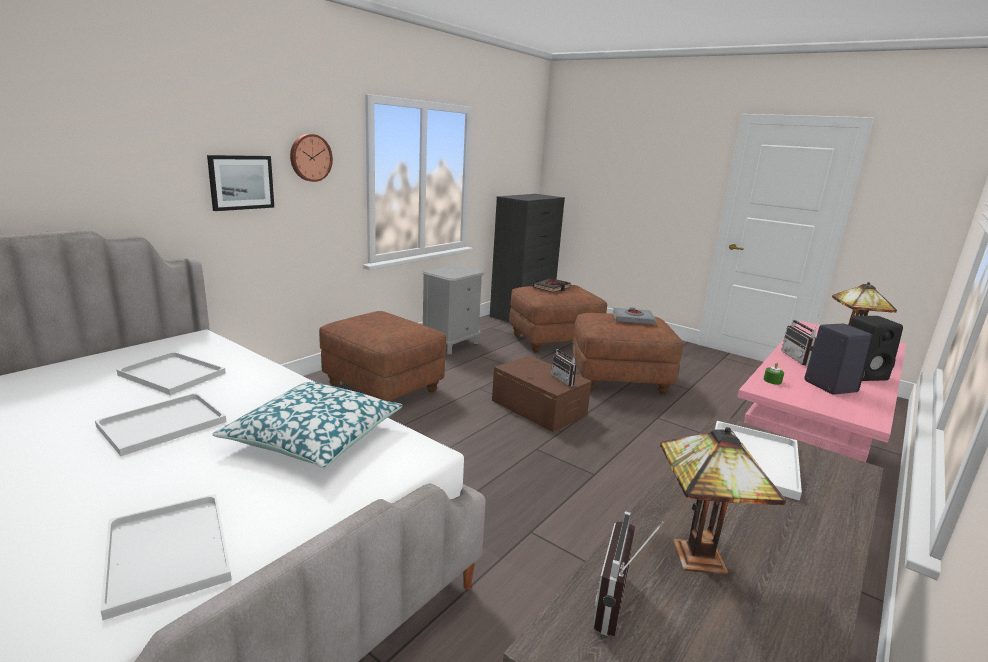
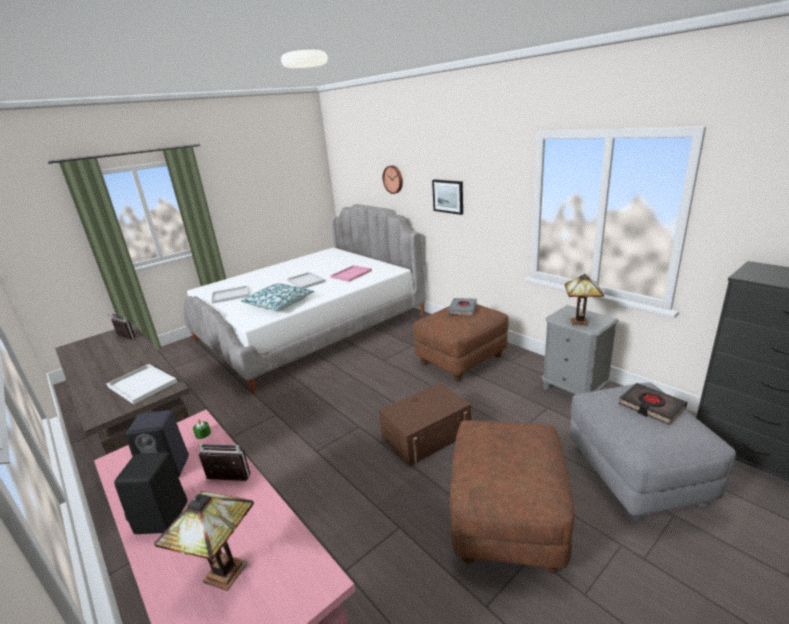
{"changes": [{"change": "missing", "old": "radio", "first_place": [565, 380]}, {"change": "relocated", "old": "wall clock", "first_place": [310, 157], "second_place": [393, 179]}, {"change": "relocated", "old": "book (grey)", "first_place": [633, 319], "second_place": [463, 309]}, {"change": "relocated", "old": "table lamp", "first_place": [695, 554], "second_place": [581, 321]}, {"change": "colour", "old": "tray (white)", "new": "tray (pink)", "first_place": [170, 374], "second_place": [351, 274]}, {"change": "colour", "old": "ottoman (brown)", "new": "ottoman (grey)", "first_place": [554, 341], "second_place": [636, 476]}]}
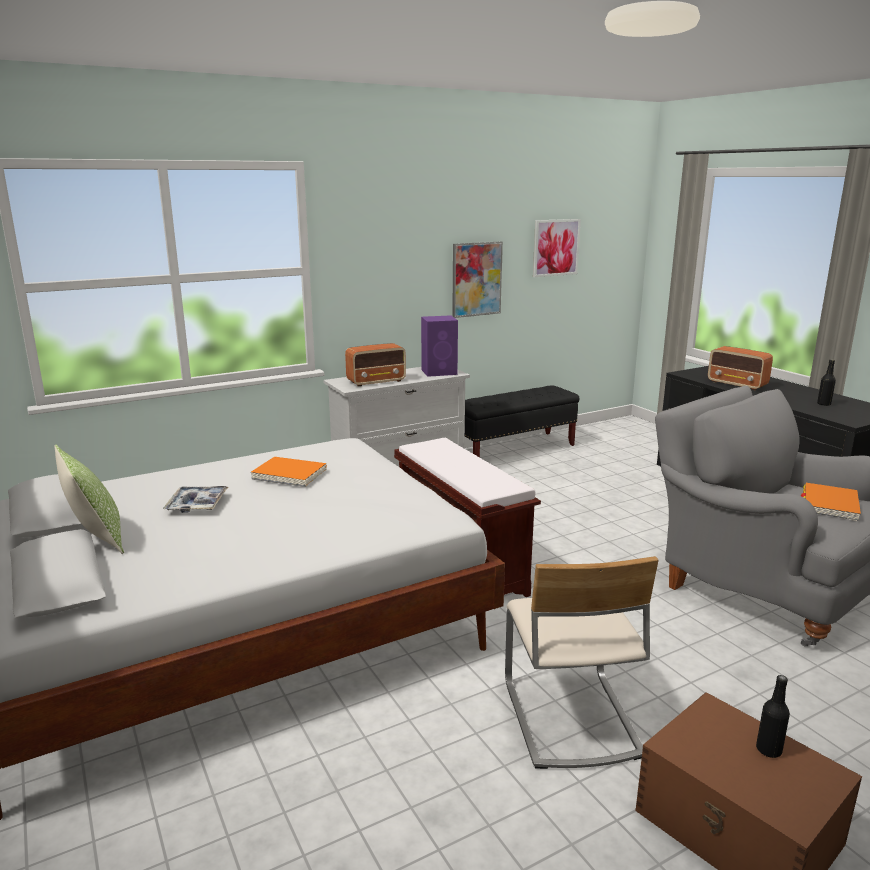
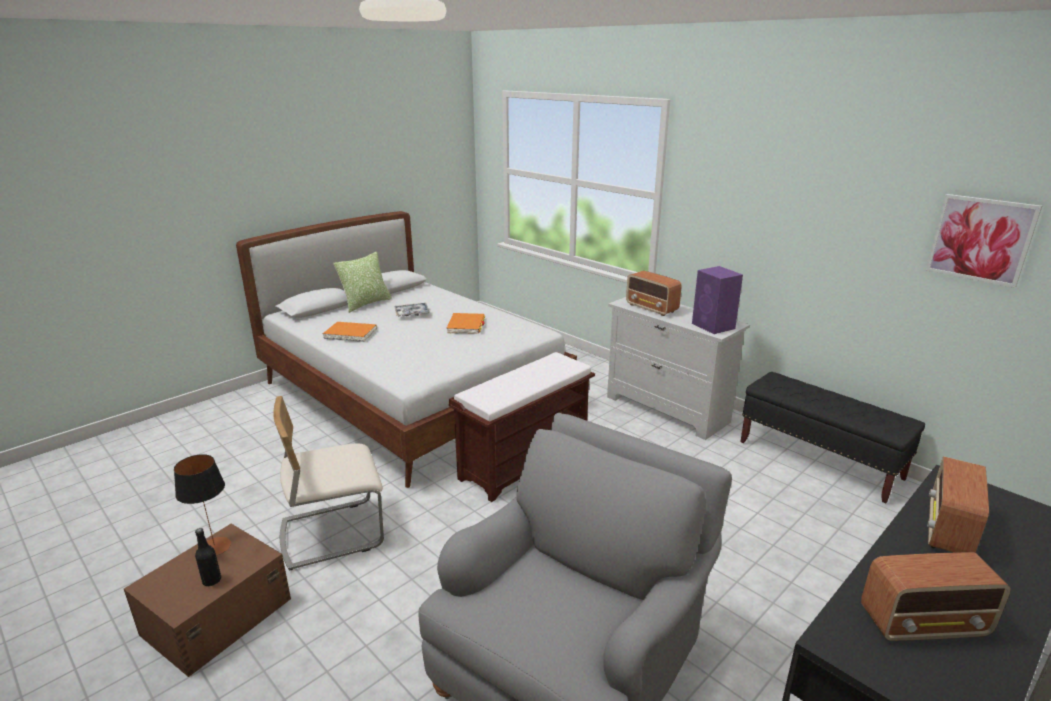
{"changes": [{"change": "missing", "old": "picture", "first_place": [476, 279]}, {"change": "appeared", "new": "table lamp", "second_place": [214, 547]}, {"change": "relocated", "old": "book (orange)", "first_place": [829, 504], "second_place": [350, 334]}, {"change": "exchanged", "old": "bottle (black)", "new": "radio", "first_place": [824, 404], "second_place": [924, 624]}]}
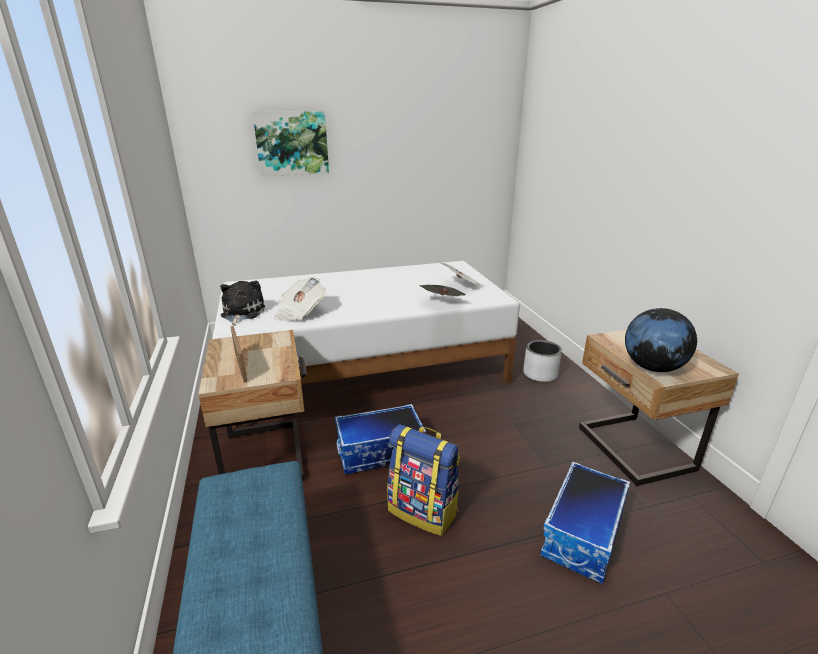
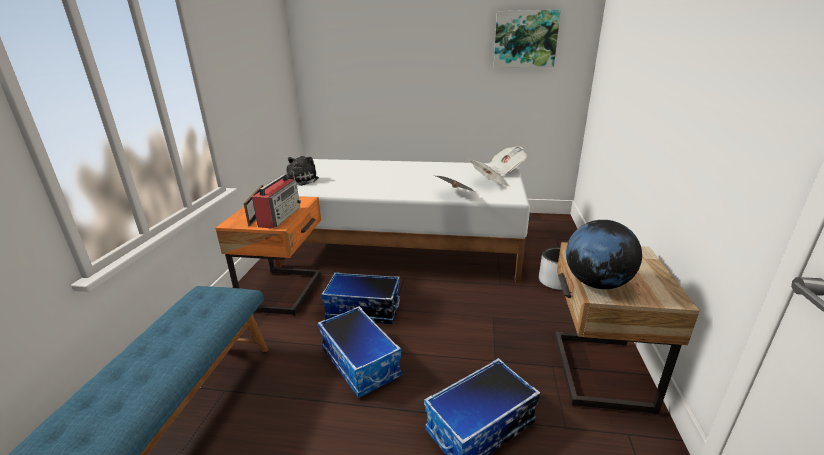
{"changes": [{"change": "appeared", "new": "radio", "second_place": [280, 216]}, {"change": "relocated", "old": "picture", "first_place": [292, 143], "second_place": [525, 39]}, {"change": "relocated", "old": "newspaper", "first_place": [299, 312], "second_place": [504, 171]}, {"change": "exchanged", "old": "backpack", "new": "storage box", "first_place": [424, 511], "second_place": [361, 363]}, {"change": "colour", "old": "nightstand (beige)", "new": "nightstand (orange)", "first_place": [268, 456], "second_place": [285, 292]}]}
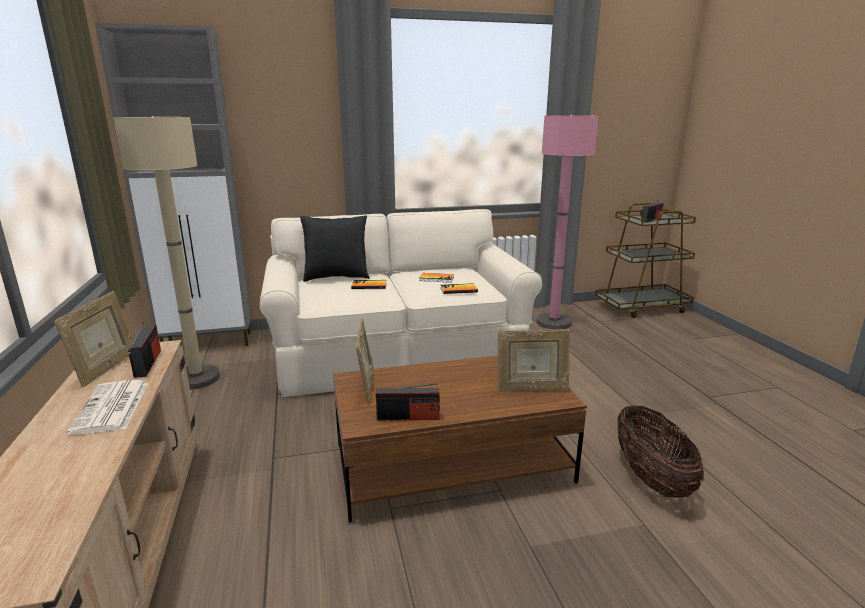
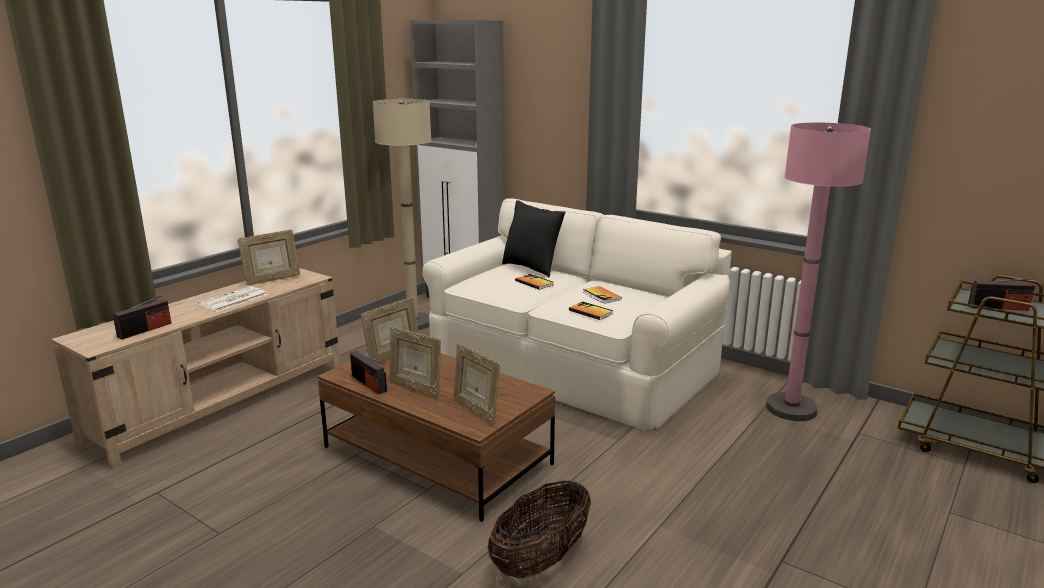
{"changes": [{"change": "appeared", "new": "picture frame", "second_place": [415, 388]}, {"change": "relocated", "old": "radio", "first_place": [148, 363], "second_place": [145, 330]}]}
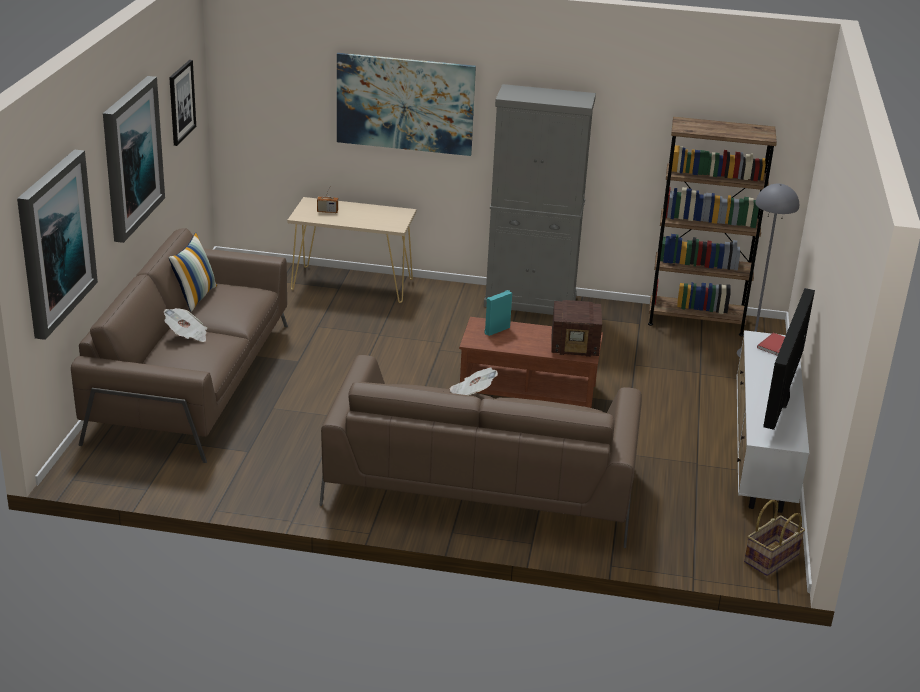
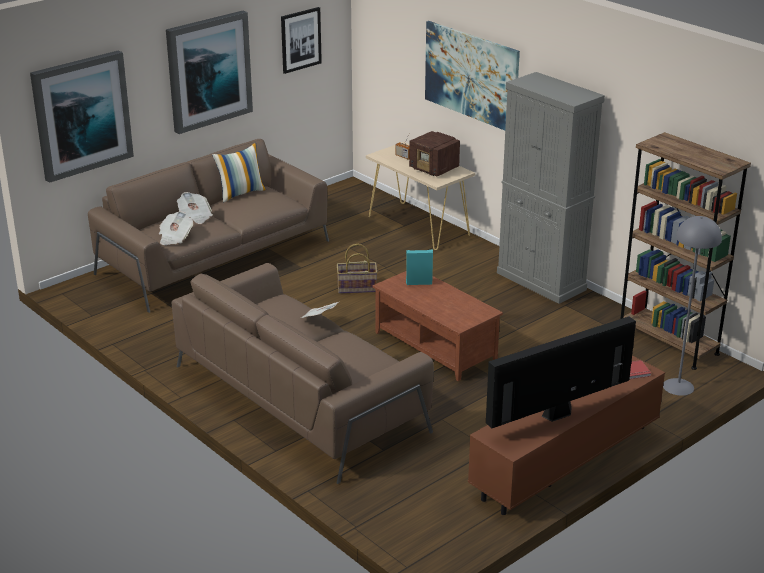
{"changes": [{"change": "appeared", "new": "newspaper", "second_place": [175, 238]}, {"change": "relocated", "old": "radio", "first_place": [575, 347], "second_place": [434, 169]}, {"change": "relocated", "old": "basket", "first_place": [772, 559], "second_place": [357, 288]}, {"change": "colour", "old": "tv stand (white)", "new": "tv stand (brown)", "first_place": [761, 449], "second_place": [564, 462]}]}
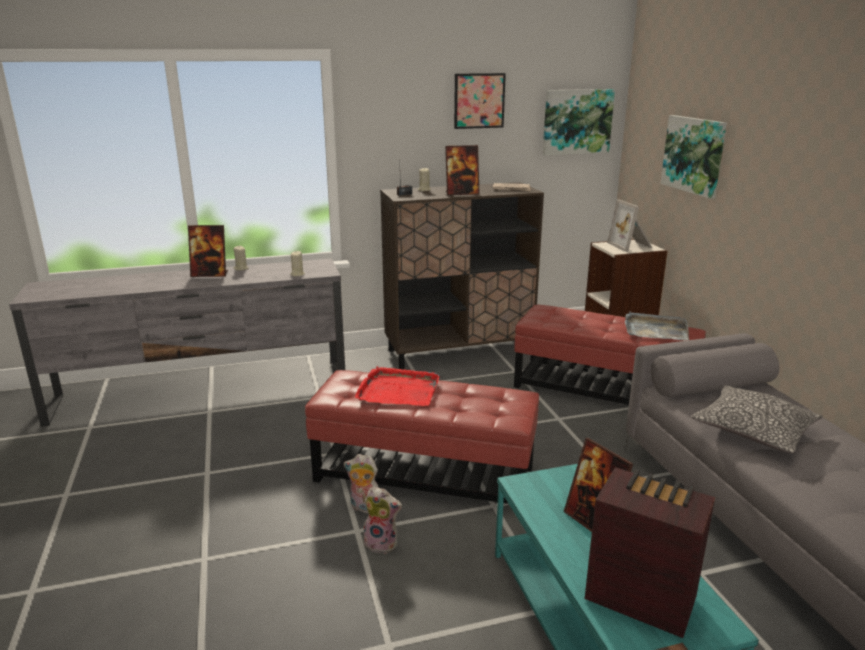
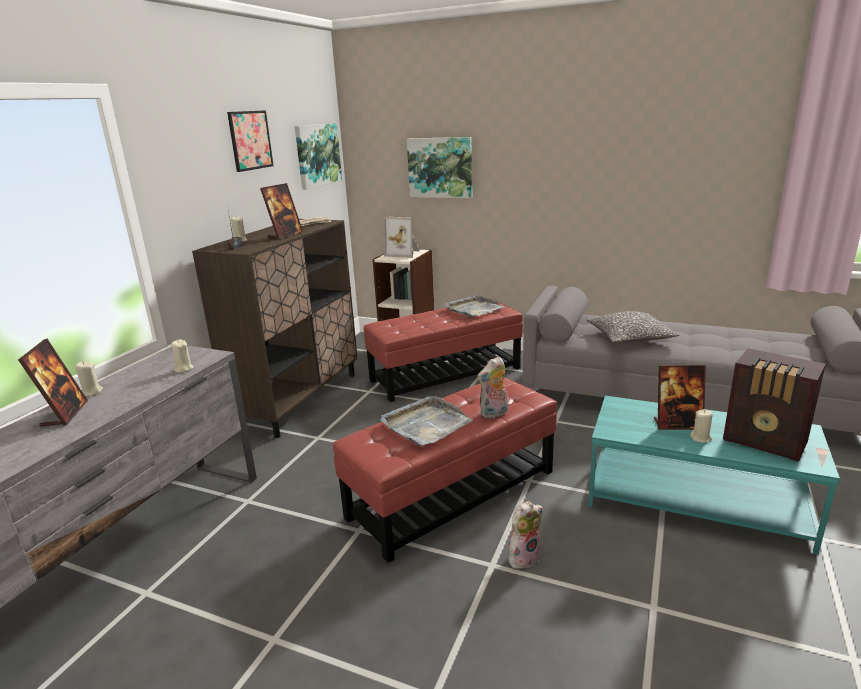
{"changes": [{"change": "appeared", "new": "candle (beige)", "second_place": [700, 438]}, {"change": "relocated", "old": "plush toy", "first_place": [364, 508], "second_place": [494, 414]}, {"change": "colour", "old": "tray (red)", "new": "tray (grey)", "first_place": [398, 390], "second_place": [426, 424]}, {"change": "spun", "old": "picture frame", "first_place": [210, 274], "second_place": [64, 414], "degrees": -45}, {"change": "spun", "old": "radio", "first_place": [638, 596], "second_place": [766, 442], "degrees": -120}]}
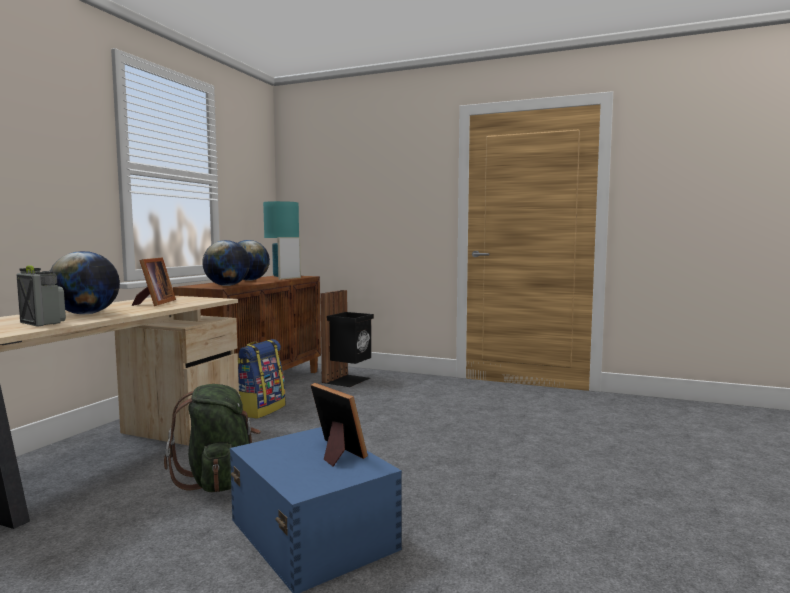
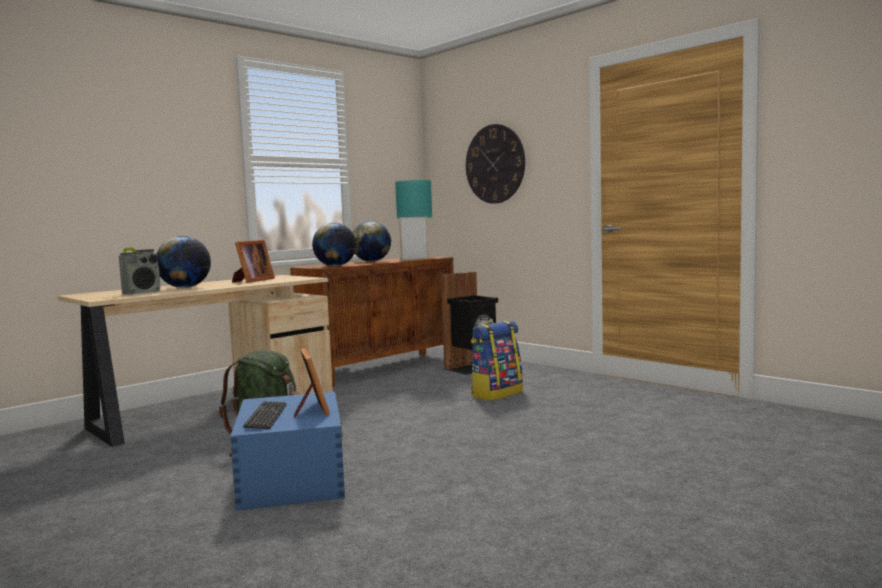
{"changes": [{"change": "appeared", "new": "keyboard", "second_place": [266, 417]}, {"change": "appeared", "new": "wall clock", "second_place": [495, 164]}, {"change": "relocated", "old": "backpack", "first_place": [261, 410], "second_place": [496, 394]}, {"change": "spun", "old": "radio", "first_place": [42, 323], "second_place": [142, 293], "degrees": 75}]}
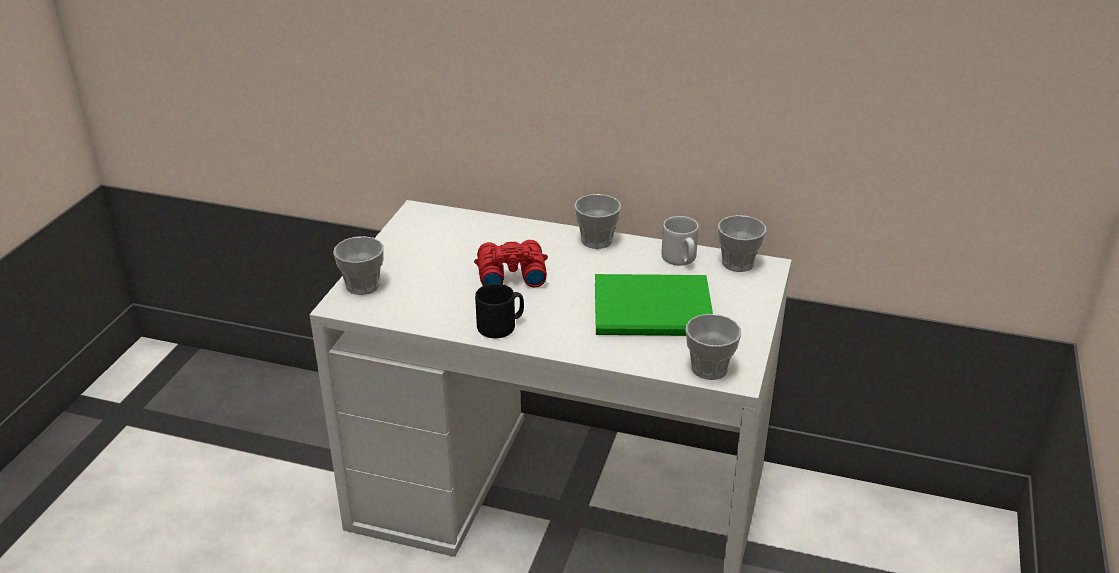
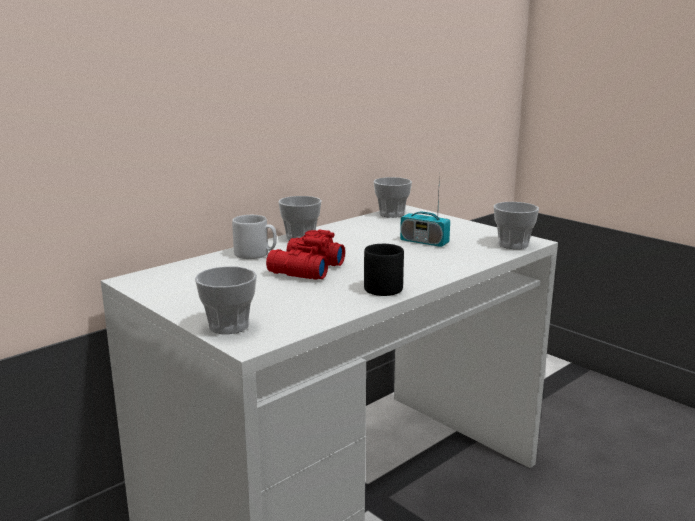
{"changes": [{"change": "relocated", "old": "mug (grey)", "first_place": [680, 259], "second_place": [255, 254]}, {"change": "exchanged", "old": "book (green)", "new": "radio", "first_place": [656, 311], "second_place": [424, 242]}]}
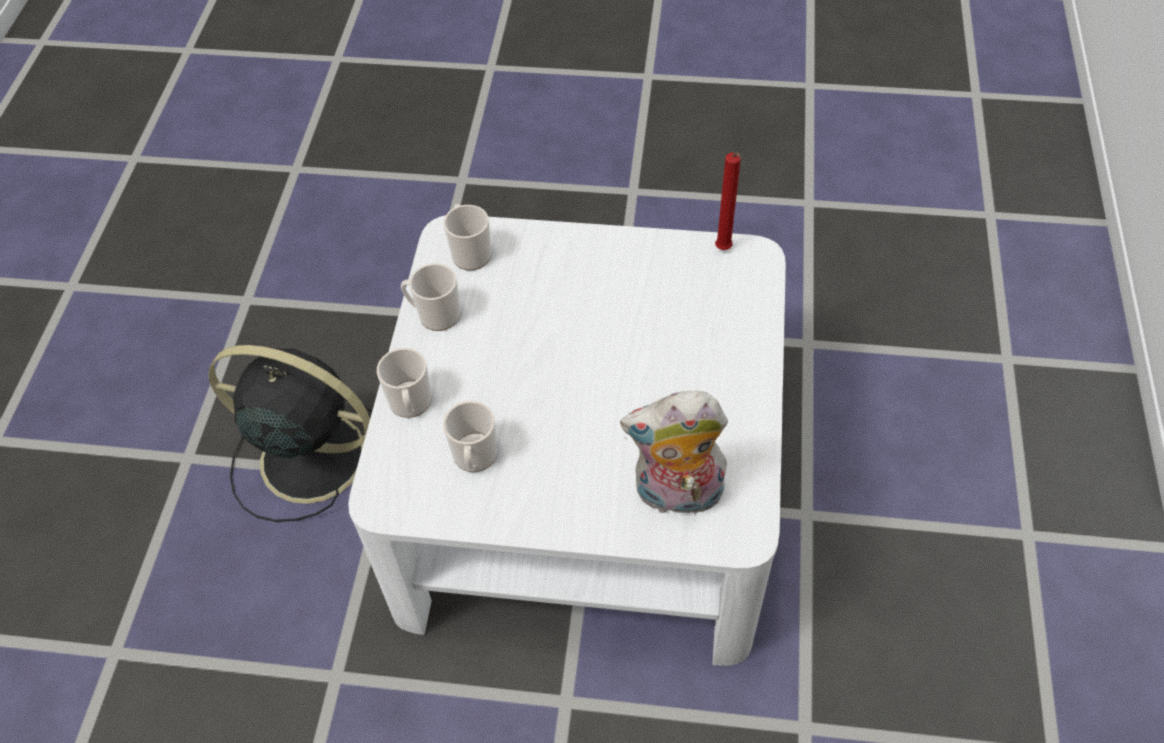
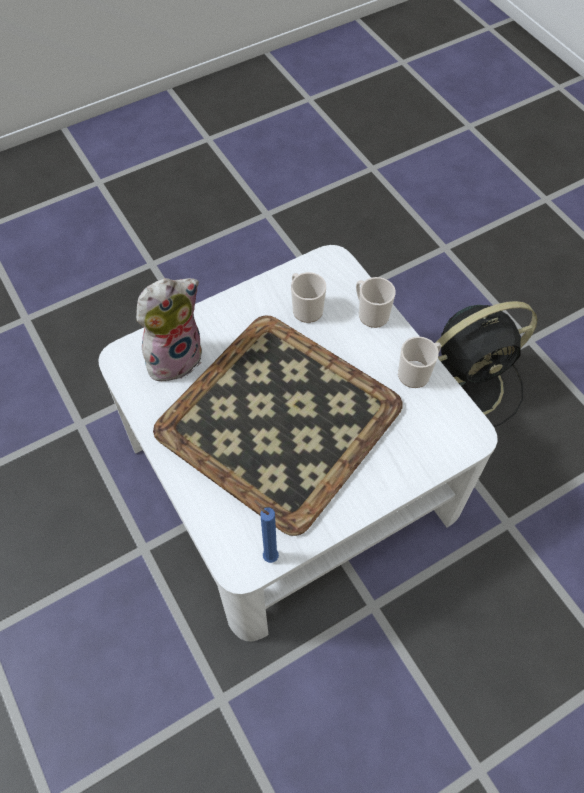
{"changes": [{"change": "missing", "old": "mug", "first_place": [470, 252]}, {"change": "appeared", "new": "tray", "second_place": [279, 421]}, {"change": "colour", "old": "candle (red)", "new": "candle (blue)", "first_place": [724, 250], "second_place": [268, 555]}]}
